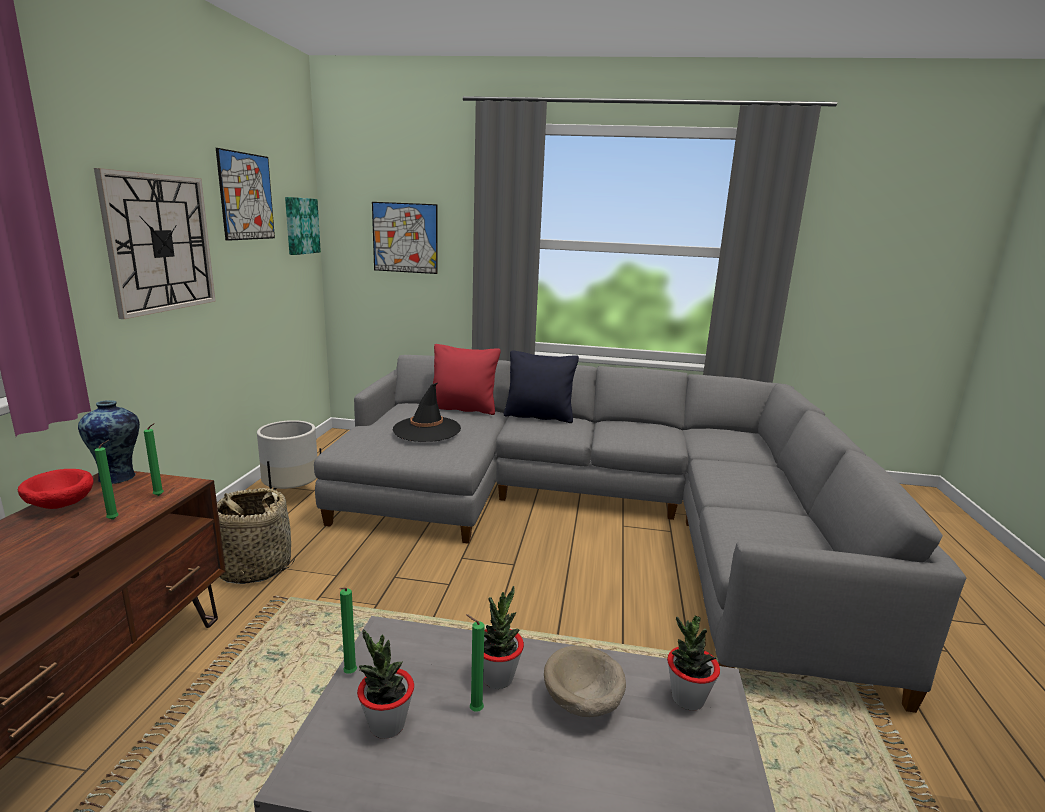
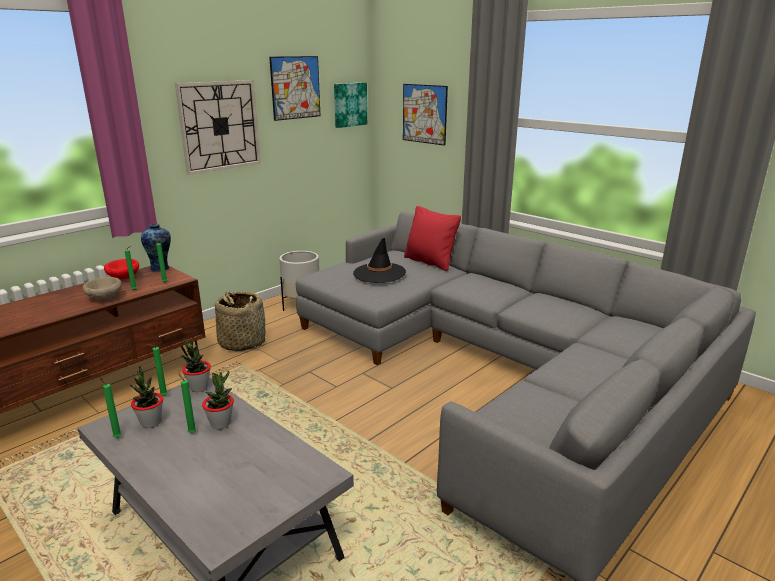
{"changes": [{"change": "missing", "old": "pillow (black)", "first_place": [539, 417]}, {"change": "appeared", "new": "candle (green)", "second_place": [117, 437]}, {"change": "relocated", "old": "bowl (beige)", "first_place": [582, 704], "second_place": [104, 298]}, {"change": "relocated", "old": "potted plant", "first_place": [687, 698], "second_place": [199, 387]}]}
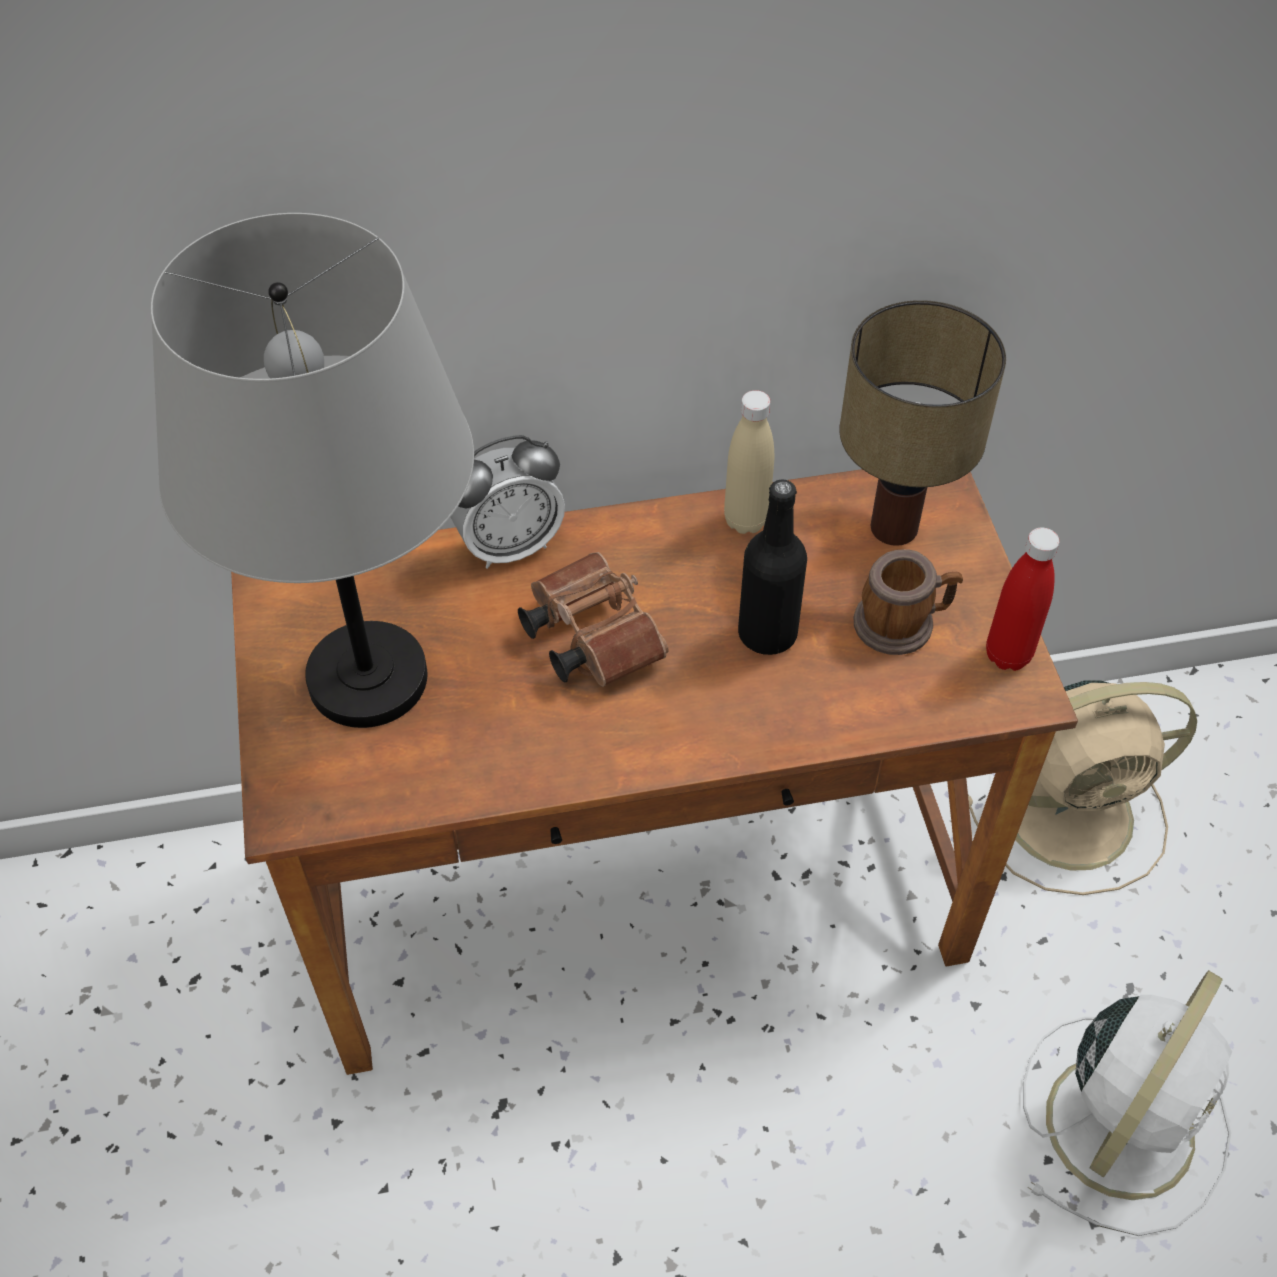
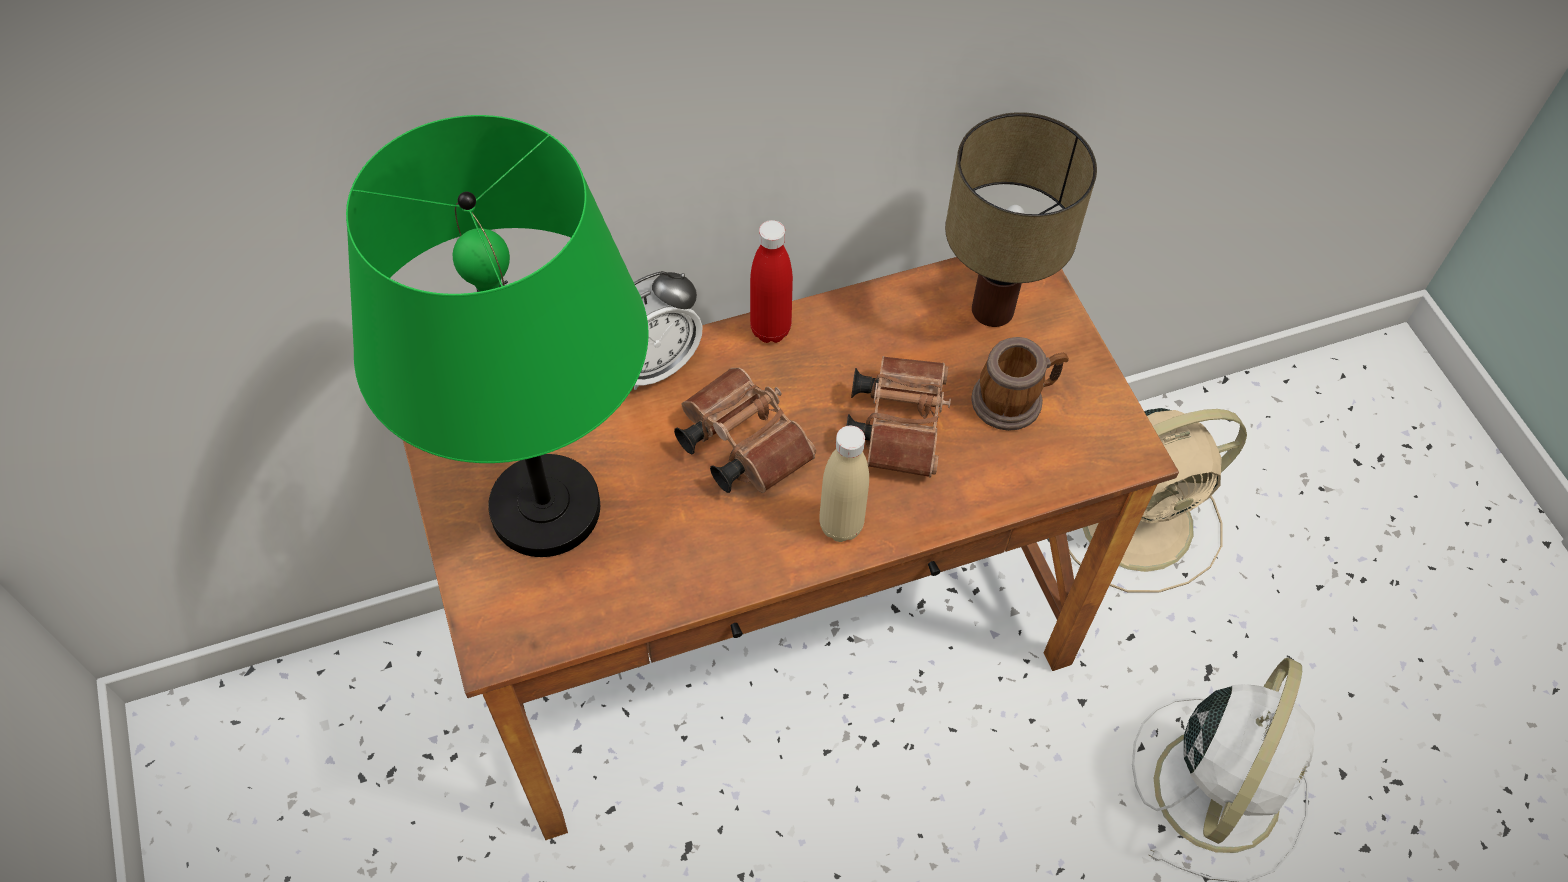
{"changes": [{"change": "relocated", "old": "bottle (beige)", "first_place": [746, 520], "second_place": [841, 525]}, {"change": "relocated", "old": "bottle (red)", "first_place": [1008, 655], "second_place": [770, 330]}, {"change": "exchanged", "old": "bottle (black)", "new": "binoculars (brown)", "first_place": [767, 634], "second_place": [898, 423]}, {"change": "colour", "old": "table lamp (grey)", "new": "table lamp (green)", "first_place": [367, 677], "second_place": [544, 507]}]}
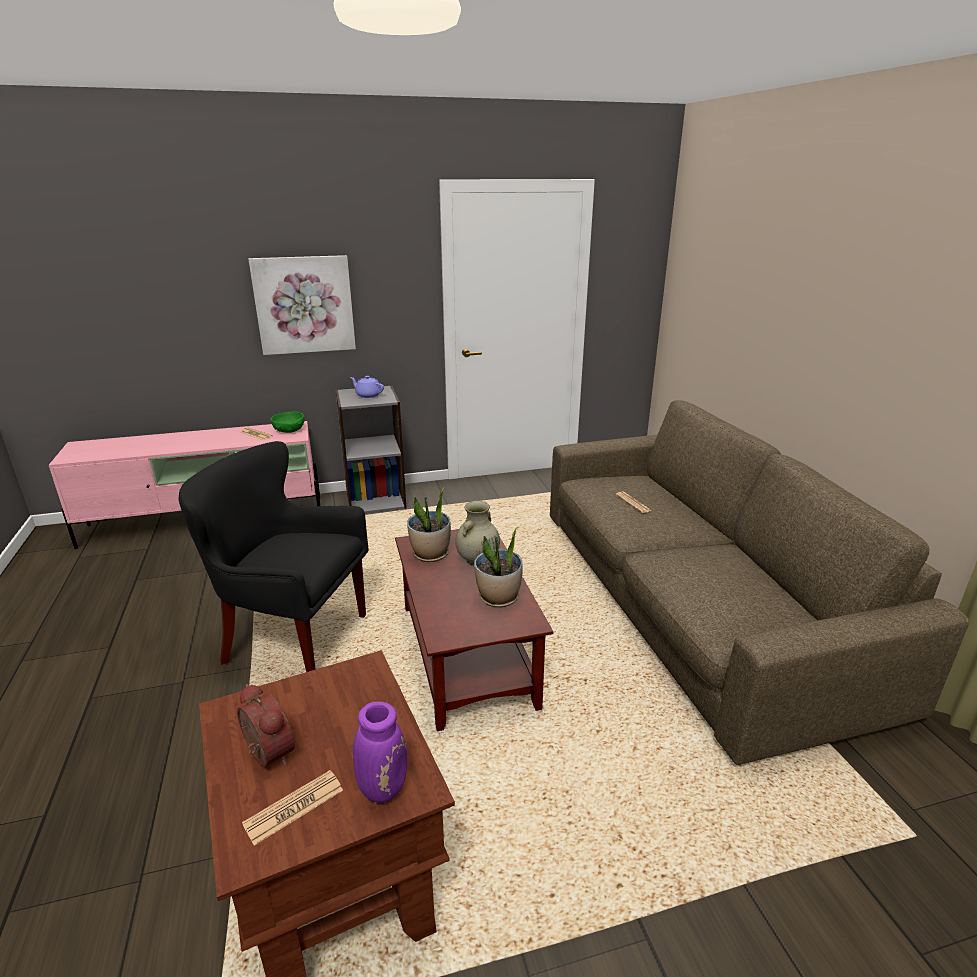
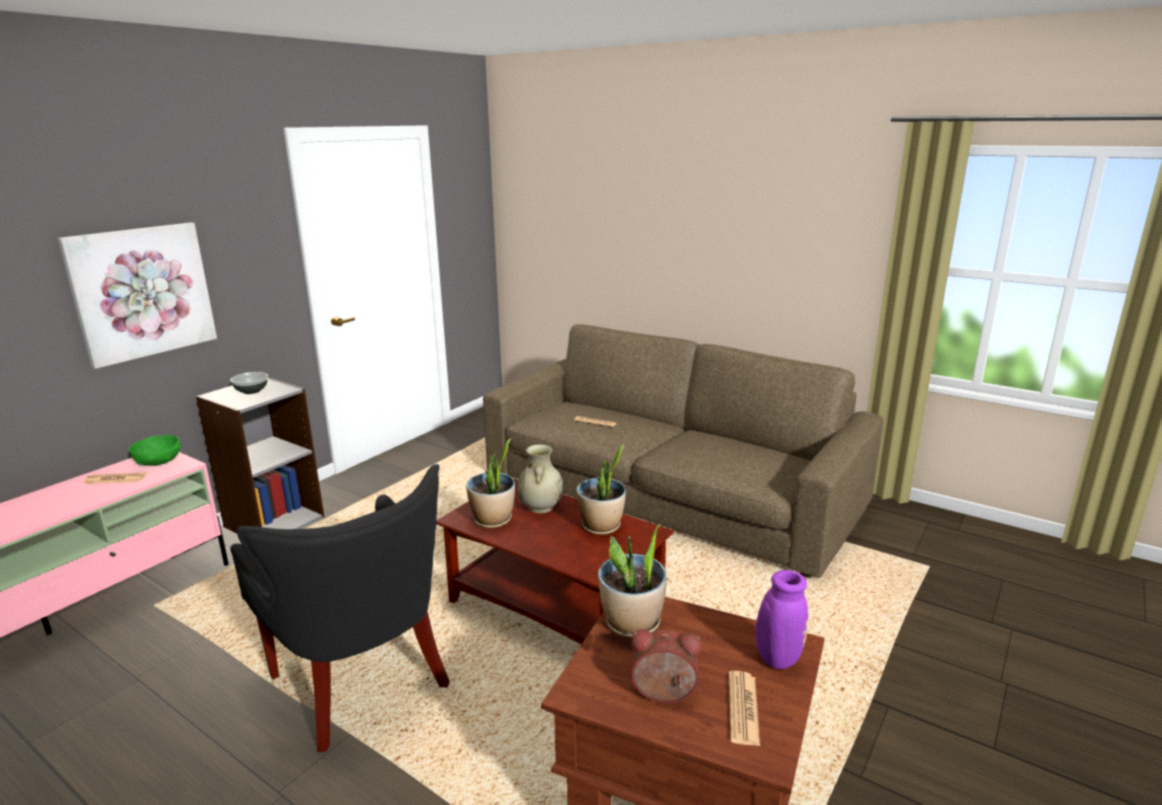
{"changes": [{"change": "appeared", "new": "potted plant", "second_place": [632, 623]}, {"change": "exchanged", "old": "teapot (purple)", "new": "bowl", "first_place": [368, 395], "second_place": [252, 391]}, {"change": "spun", "old": "armchair (black)", "first_place": [293, 638], "second_place": [361, 684], "degrees": -105}]}
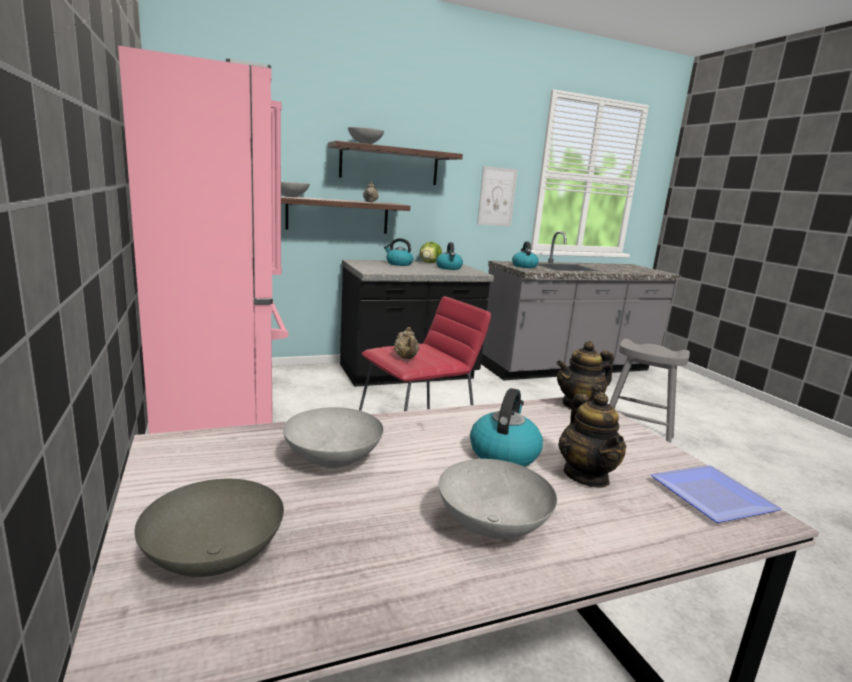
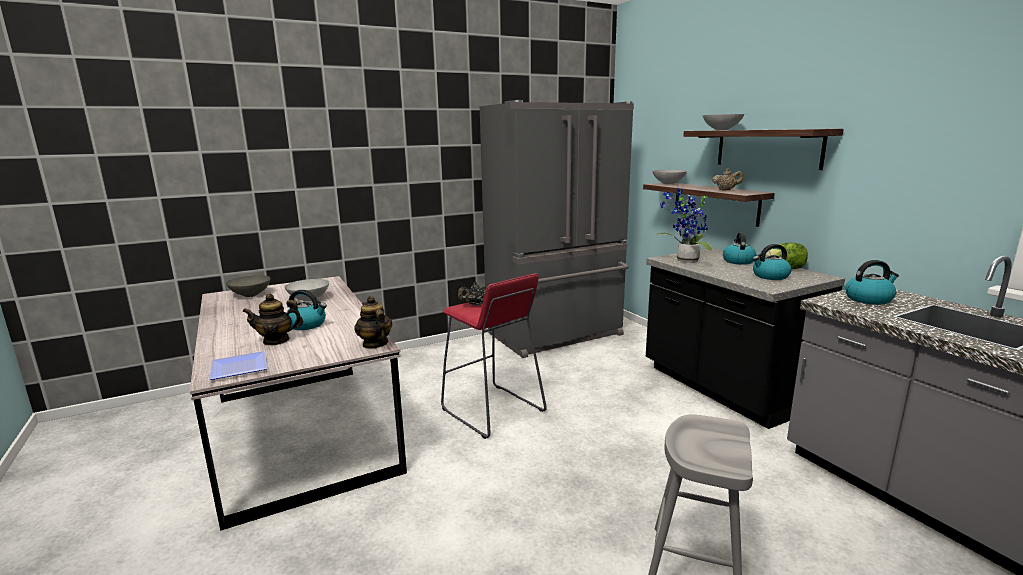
{"changes": [{"change": "missing", "old": "bowl (grey)", "first_place": [494, 526]}, {"change": "missing", "old": "picture", "first_place": [497, 197]}, {"change": "appeared", "new": "potted plant", "second_place": [685, 261]}, {"change": "colour", "old": "fridge (pink)", "new": "fridge (grey)", "first_place": [220, 412], "second_place": [557, 335]}, {"change": "colour", "old": "teapot (beige)", "new": "teapot (black)", "first_place": [406, 358], "second_place": [474, 305]}]}
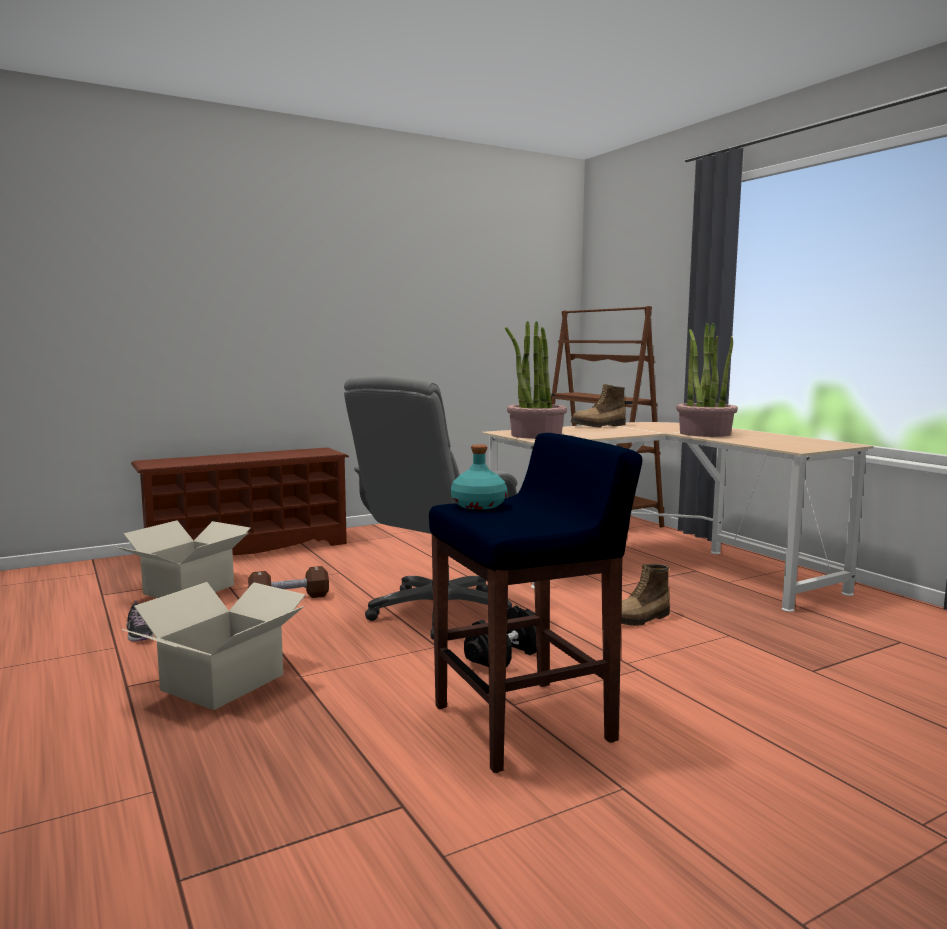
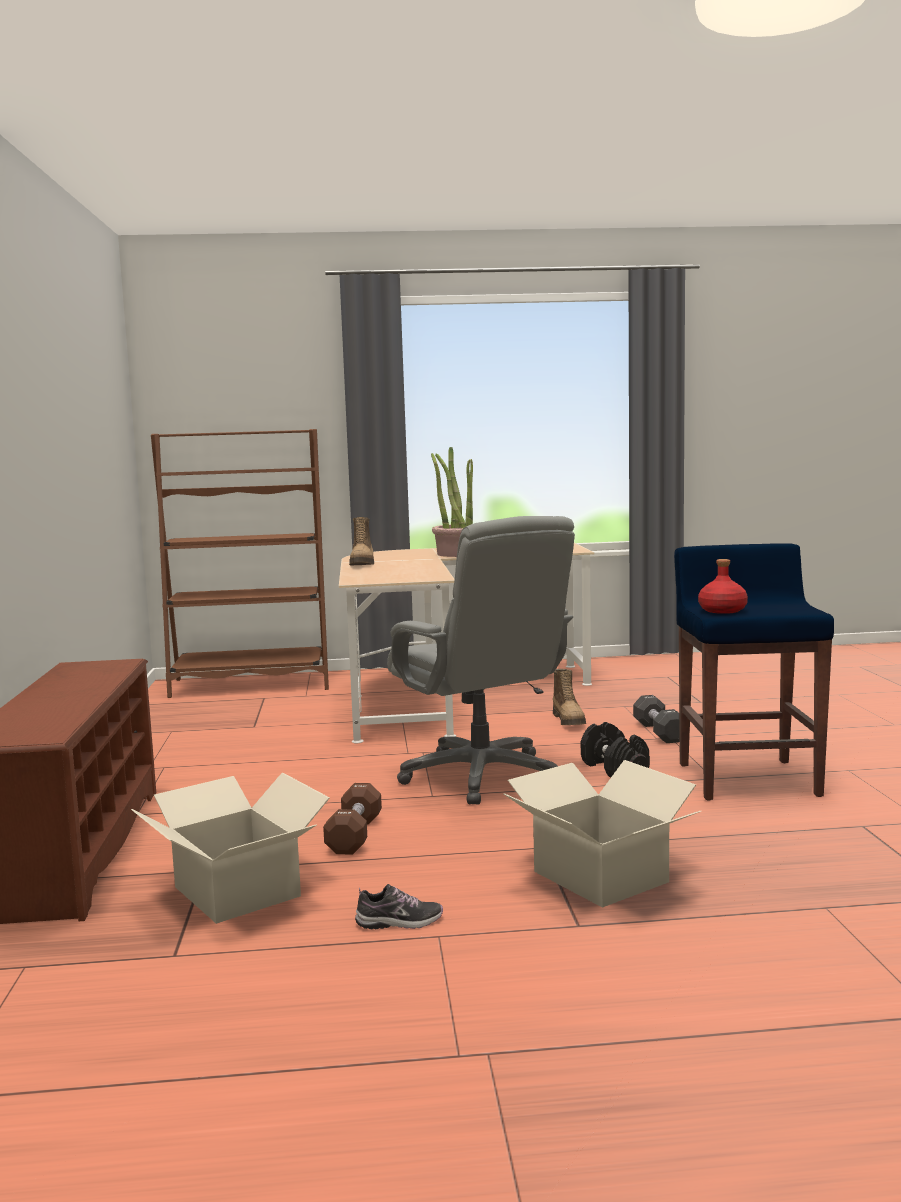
{"changes": [{"change": "missing", "old": "potted plant", "first_place": [535, 435]}, {"change": "appeared", "new": "dumbbell (black)", "second_place": [659, 732]}, {"change": "colour", "old": "bottle (turquoise)", "new": "bottle (red)", "first_place": [478, 505], "second_place": [722, 610]}]}
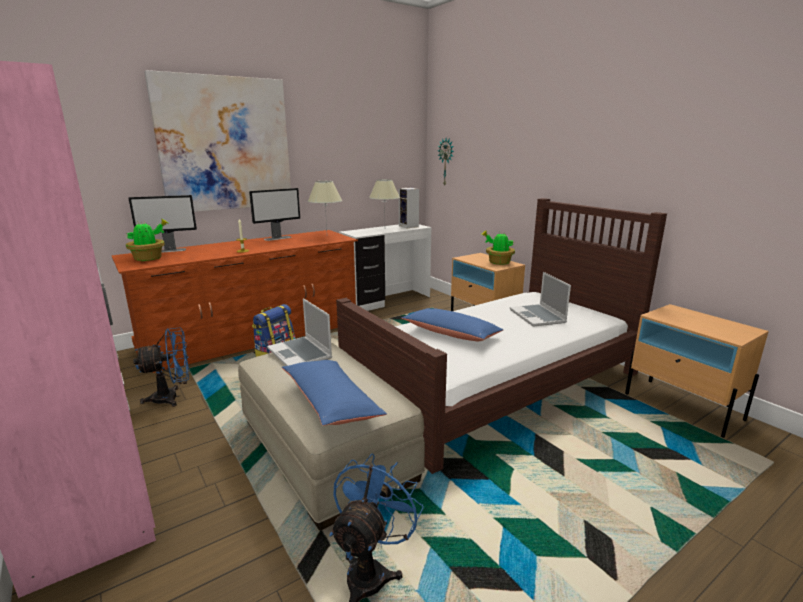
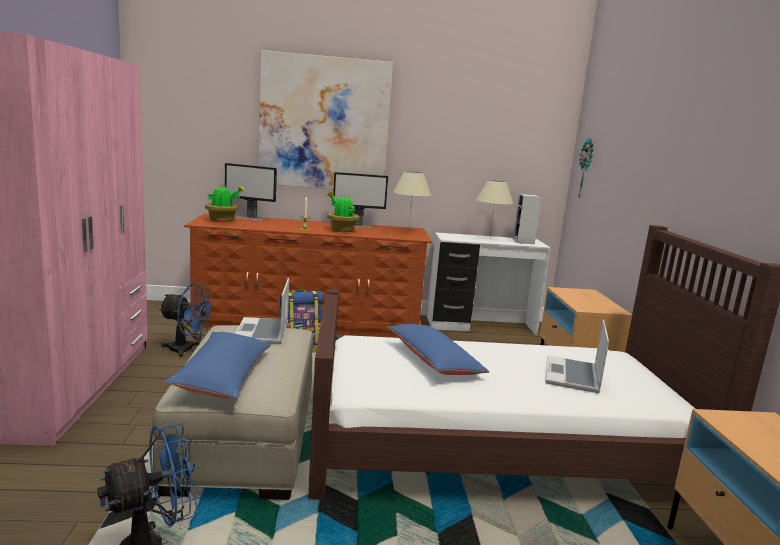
{"changes": [{"change": "relocated", "old": "potted plant", "first_place": [498, 262], "second_place": [341, 230]}]}
